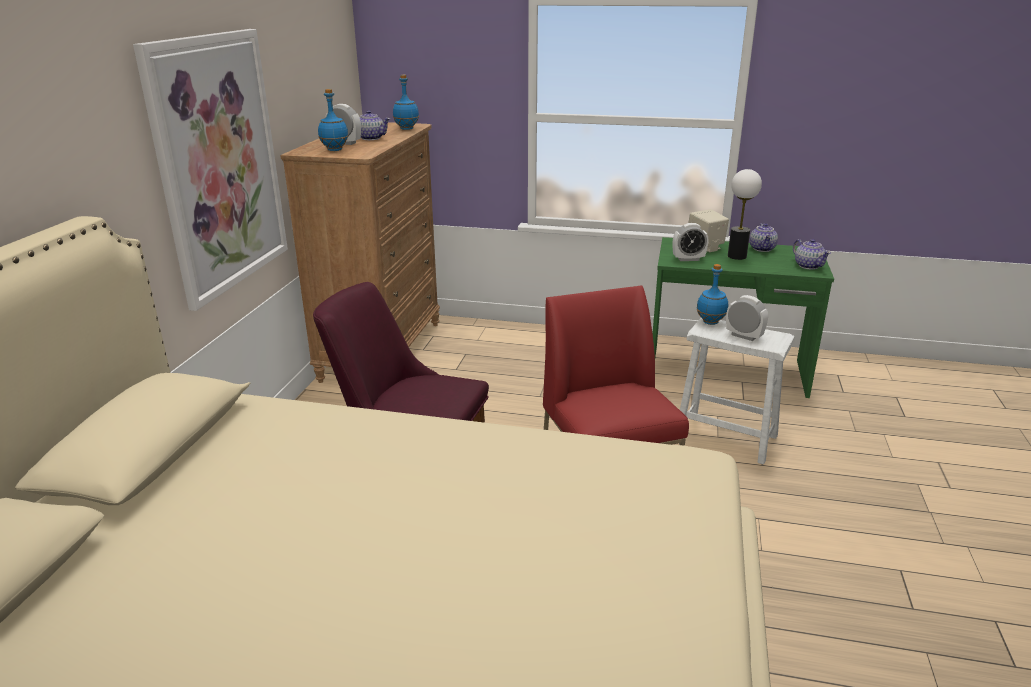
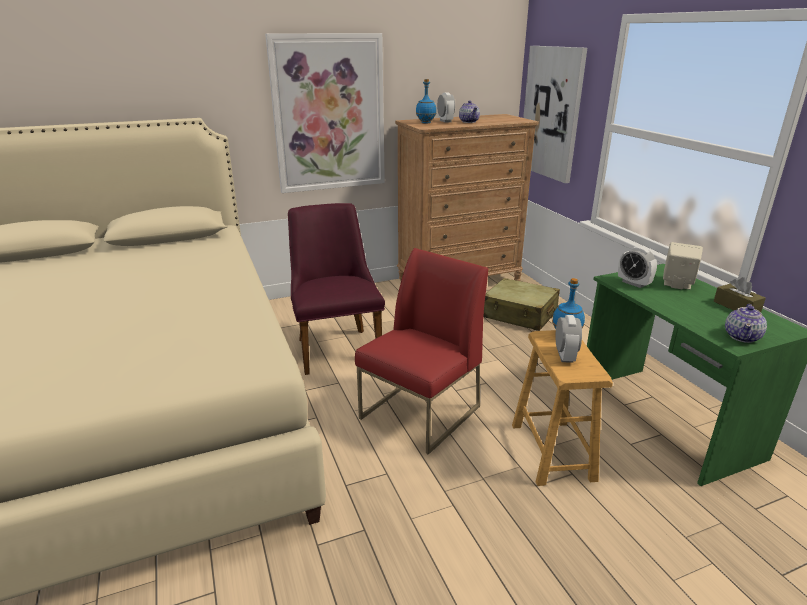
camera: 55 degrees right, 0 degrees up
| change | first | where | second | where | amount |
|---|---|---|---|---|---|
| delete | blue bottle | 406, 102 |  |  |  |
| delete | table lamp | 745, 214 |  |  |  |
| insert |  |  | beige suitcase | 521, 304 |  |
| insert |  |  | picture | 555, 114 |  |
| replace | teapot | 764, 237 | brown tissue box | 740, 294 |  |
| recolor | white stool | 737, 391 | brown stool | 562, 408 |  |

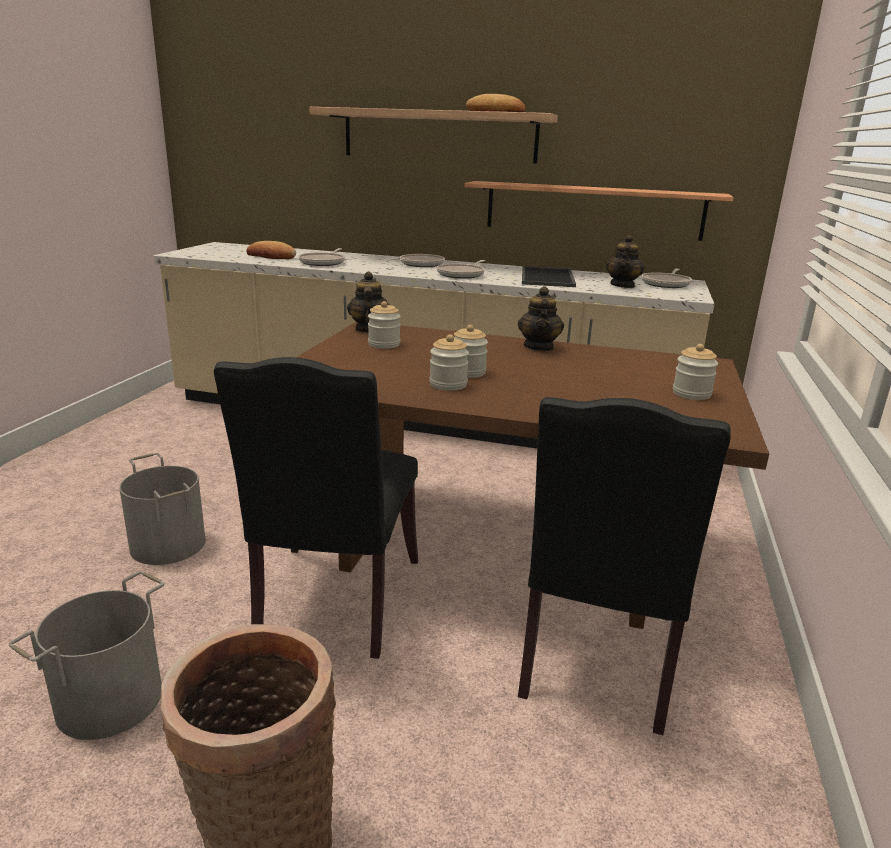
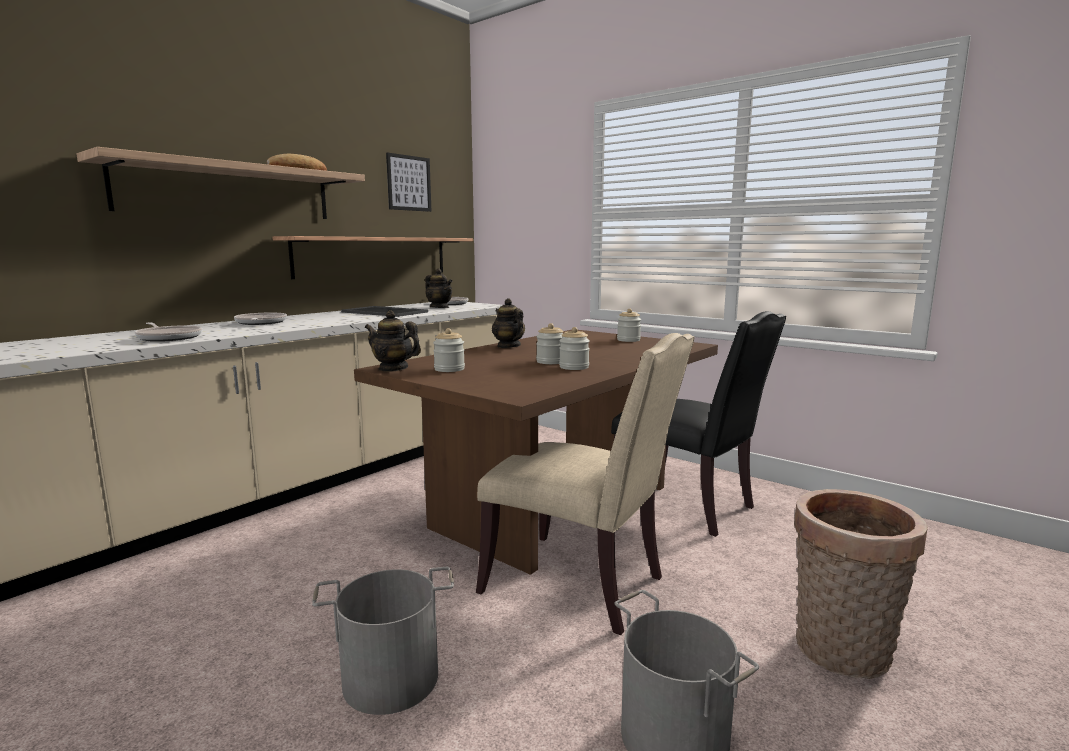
camera: 65 degrees left, 10 degrees down
| change | first | where | second | where | amount |
|---|---|---|---|---|---|
| delete | bread | 271, 250 |  |  |  |
| delete | frying pan | 461, 269 |  |  |  |
| insert |  |  | picture | 409, 182 |  |
| recolor | black chair | 316, 508 | beige chair | 585, 484 |  |
| rotate | teapot | 541, 318 |  | 508, 323 | 150 degrees counterclockwise |

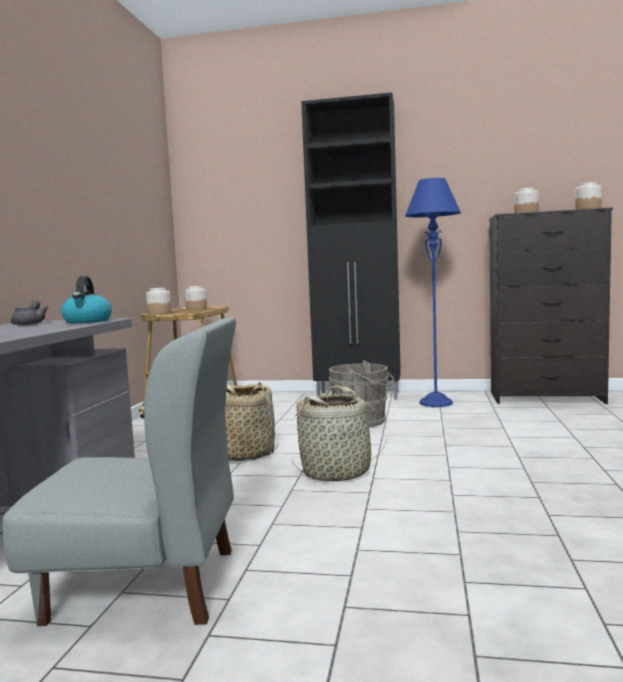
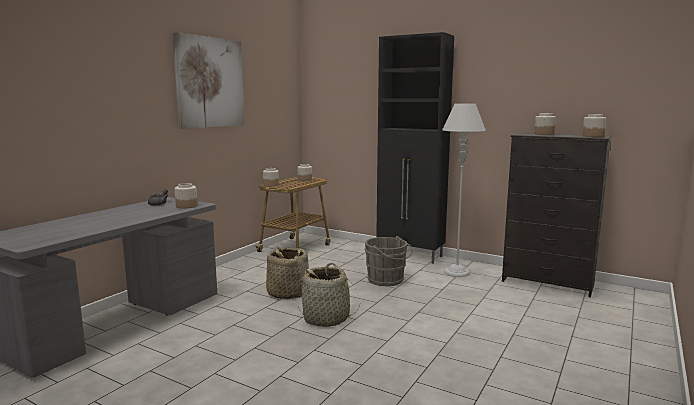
camera: 20 degrees right, 5 degrees up
| change | first | where | second | where | amount |
|---|---|---|---|---|---|
| delete | grey chair | 119, 471 |  |  |  |
| insert |  |  | picture | 208, 80 |  |
| replace | kettle | 86, 299 | jar | 186, 196 |  |
| recolor | blue floor lamp | 433, 292 | grey floor lamp | 464, 190 |  |

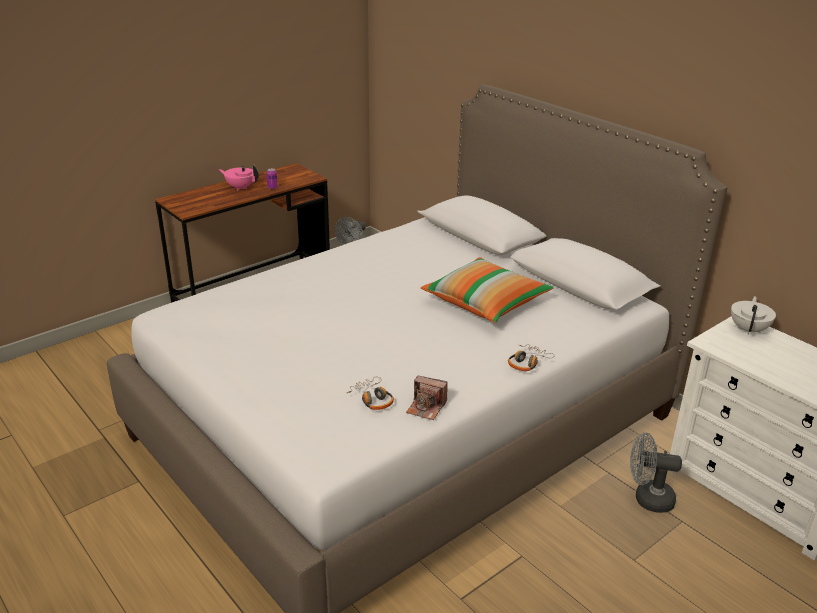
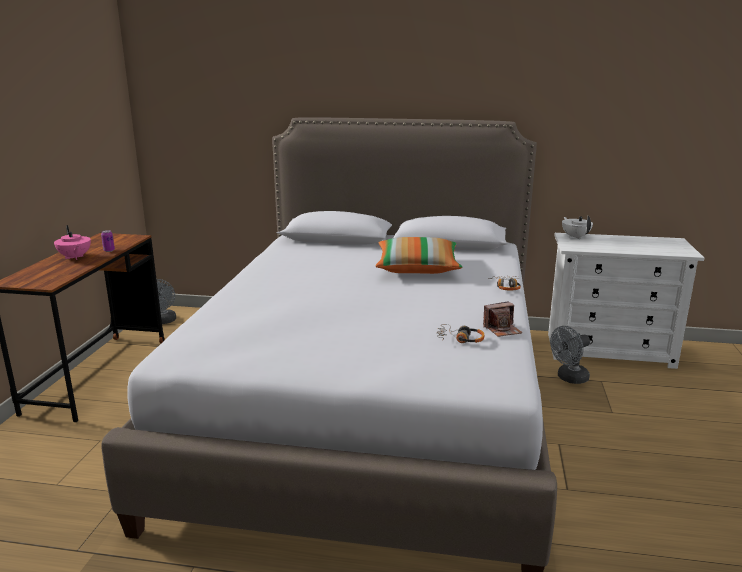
camera: 40 degrees left, 10 degrees down
| change | first | where | second | where | amount |
|---|---|---|---|---|---|
| rotate | pink teapot | 239, 178 |  | 72, 242 | 105 degrees counterclockwise |

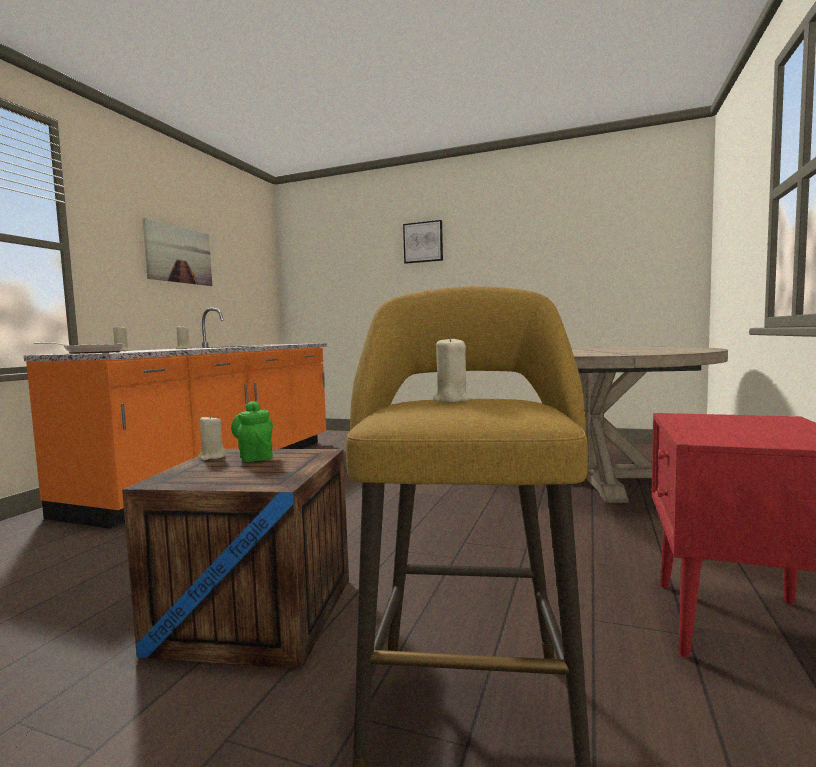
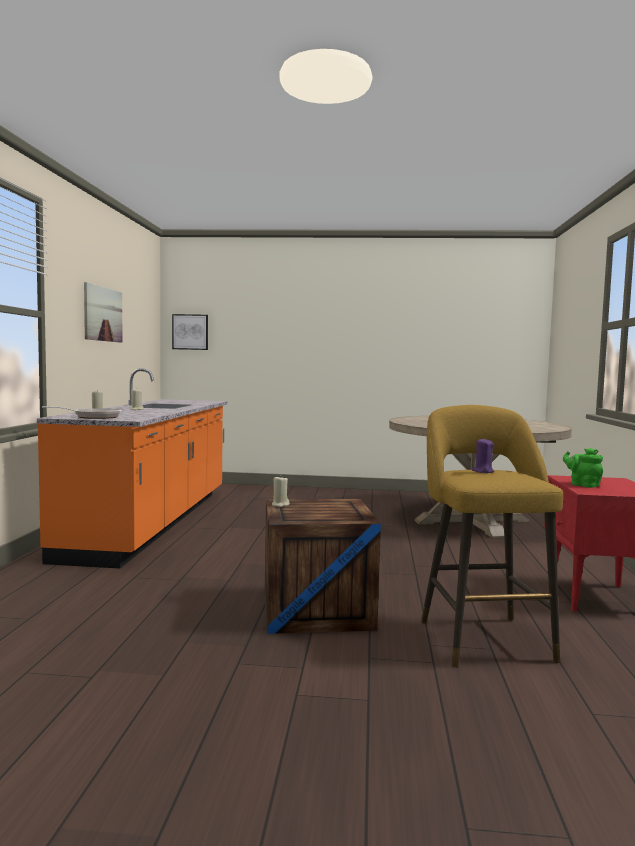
camera: 15 degrees left, 0 degrees up
| change | first | where | second | where | amount |
|---|---|---|---|---|---|
| move | green teapot | 252, 431 |  | 583, 468 |  |
| move | picture | 423, 242 |  | 190, 332 |  |
| recolor | beige candle | 451, 369 | purple candle | 483, 456 |  |

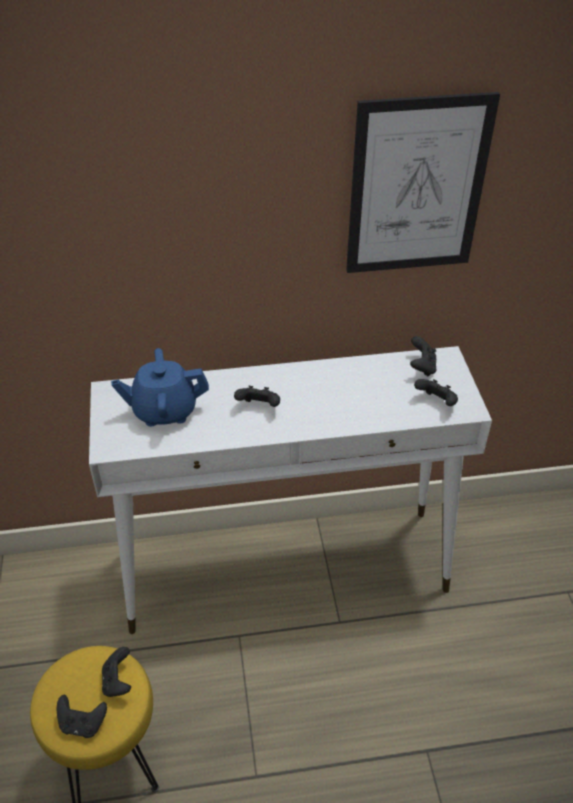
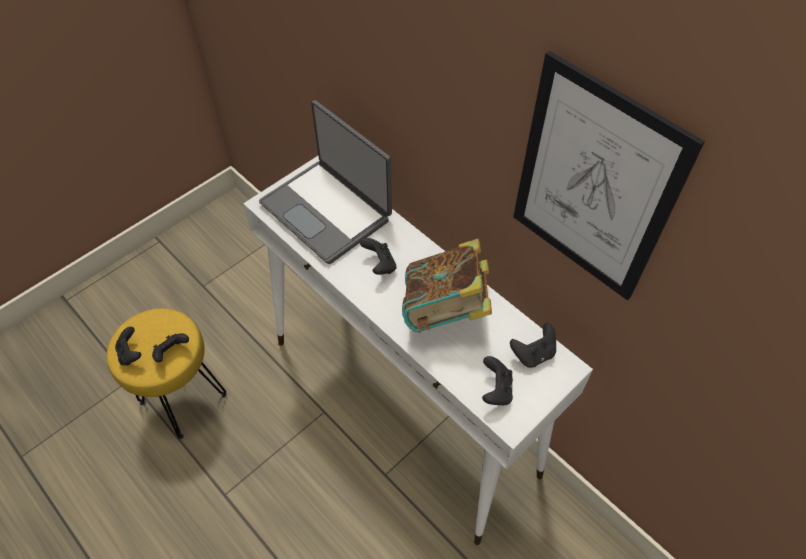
camera: 55 degrees right, 10 degrees up
| change | first | where | second | where | amount |
|---|---|---|---|---|---|
| insert |  |  | book | 447, 286 |  |
| replace | blue teapot | 160, 387 | laptop | 325, 182 |  |

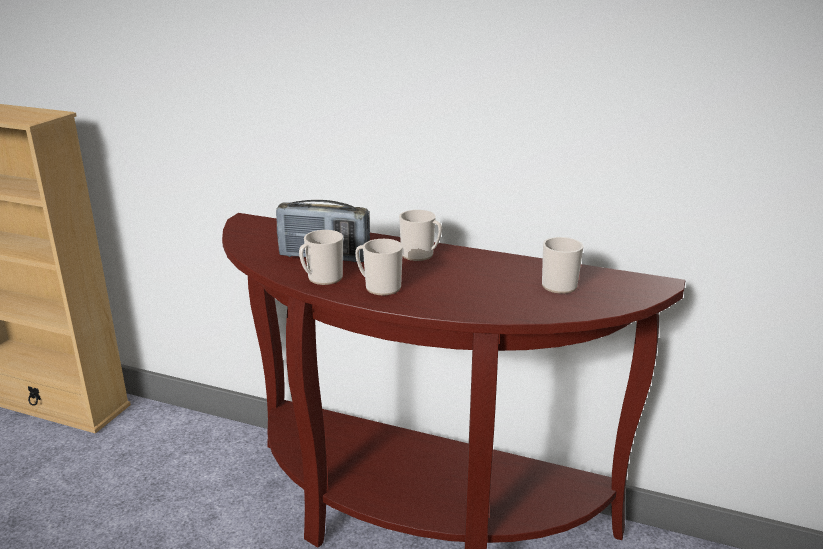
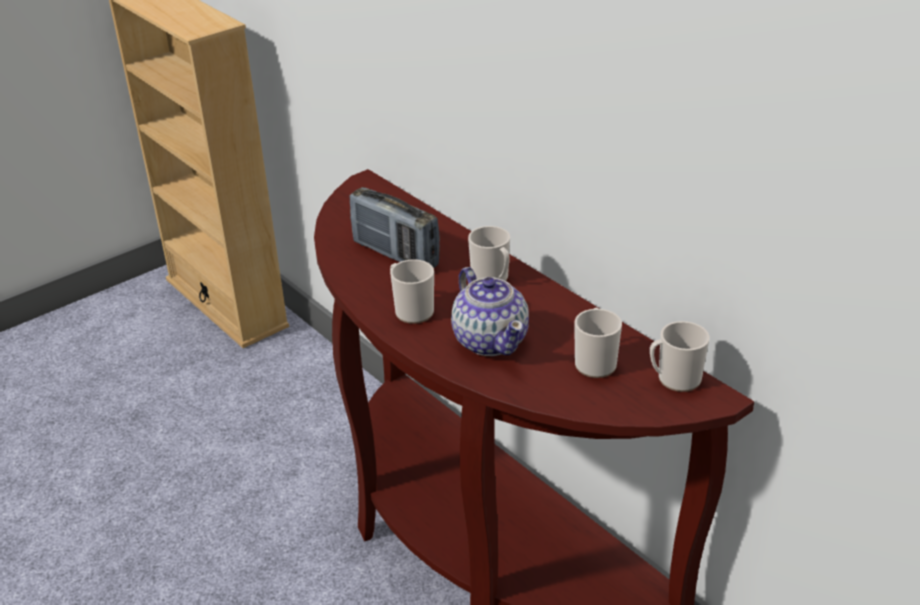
camera: 30 degrees right, 10 degrees up
| change | first | where | second | where | amount |
|---|---|---|---|---|---|
| insert |  |  | teapot | 490, 311 |  |
| move | mug | 321, 257 |  | 680, 356 |  |

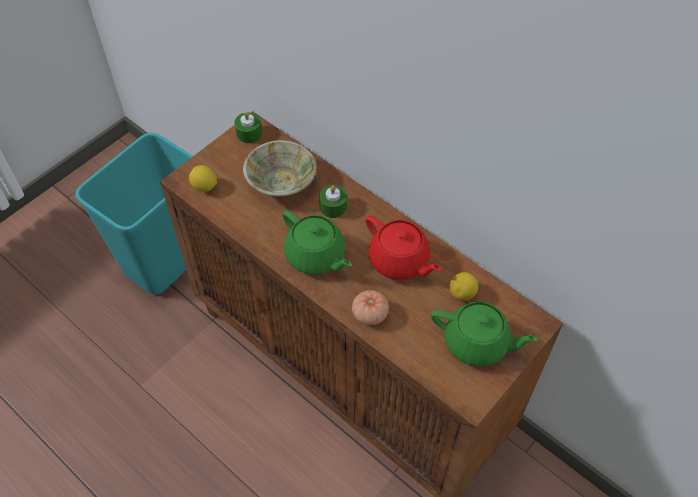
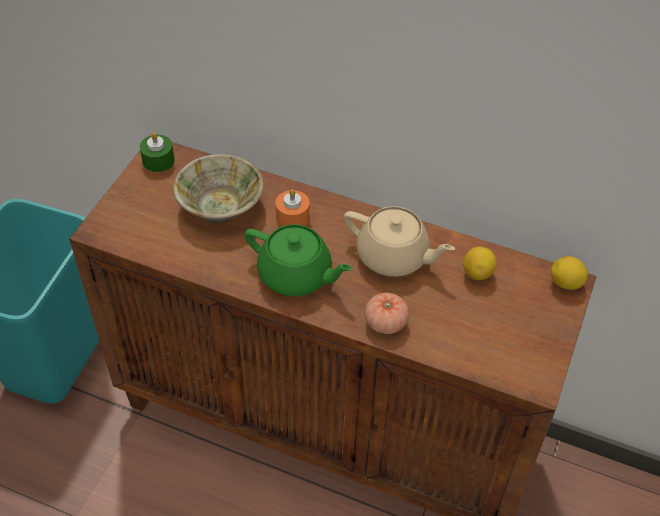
camera: 20 degrees left, 5 degrees down
| change | first | where | second | where | amount |
|---|---|---|---|---|---|
| delete | green teapot | 484, 334 |  |  |  |
| move | lemon | 203, 178 |  | 569, 273 |  |
| recolor | green candle | 333, 201 | orange candle | 292, 208 |  |
| recolor | red teapot | 404, 247 | beige teapot | 399, 241 |  |

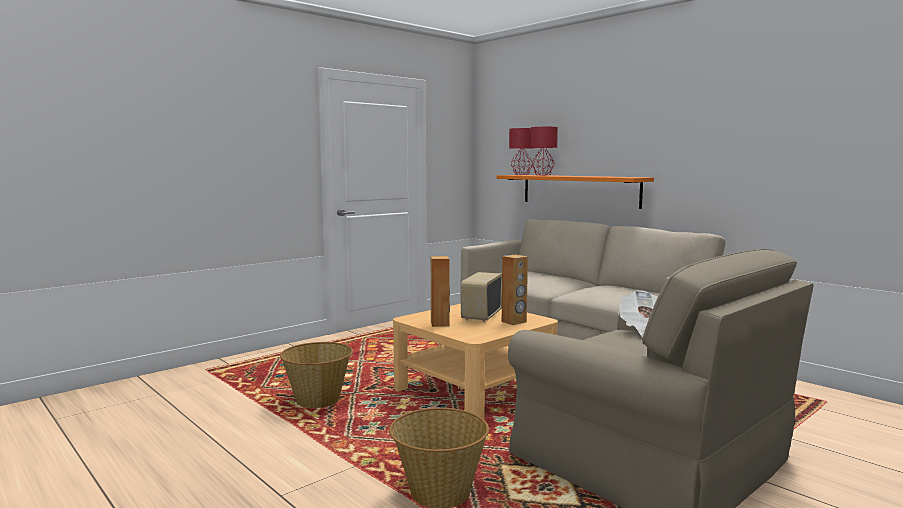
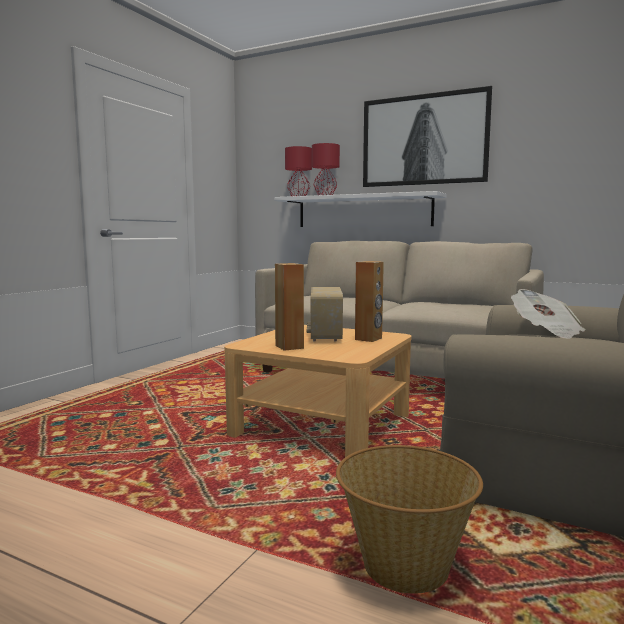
camera: 20 degrees left, 0 degrees up
| change | first | where | second | where | amount |
|---|---|---|---|---|---|
| delete | basket | 316, 375 |  |  |  |
| insert |  |  | picture | 427, 136 |  |
| recolor | orange shelf | 575, 192 | white shelf | 360, 209 |  |

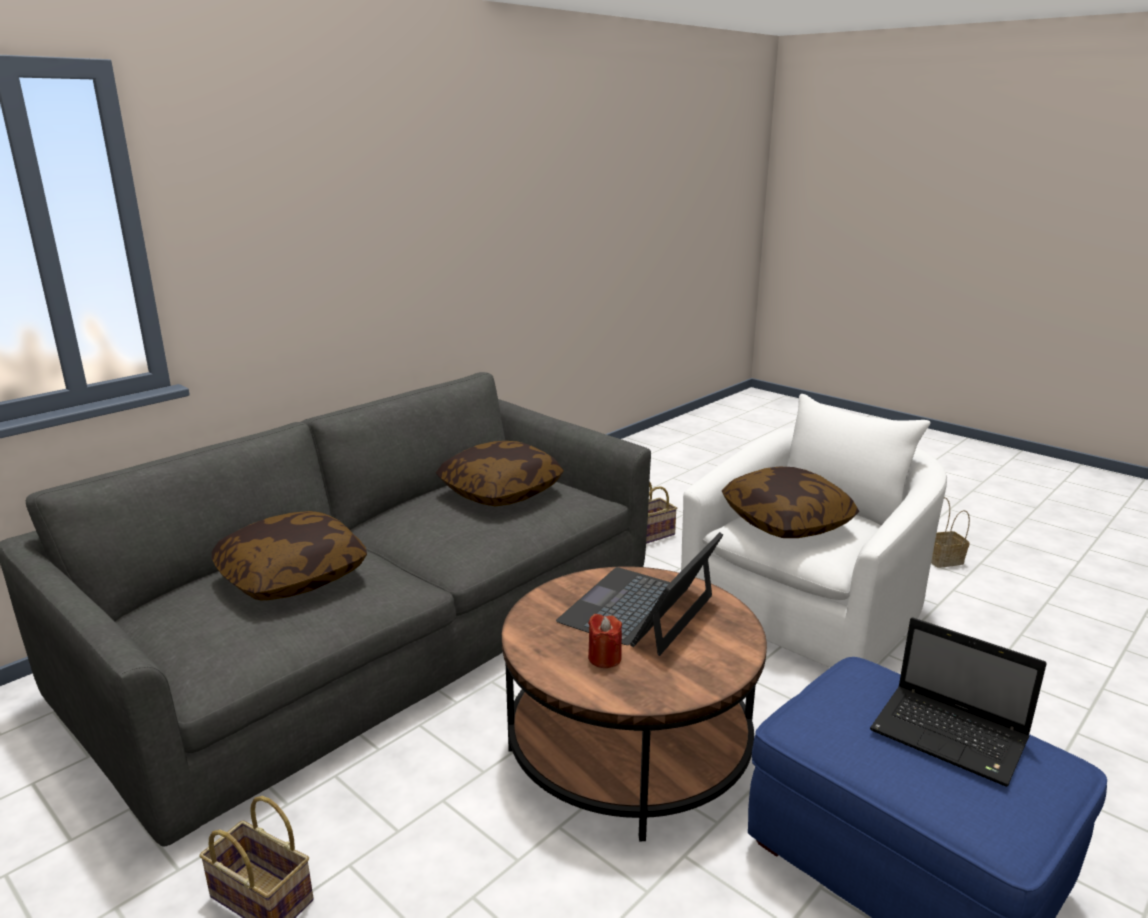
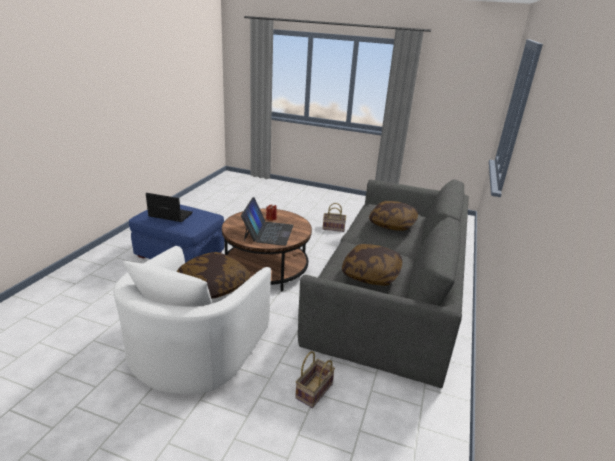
camera: 155 degrees right, 5 degrees up
| change | first | where | second | where | amount |
|---|---|---|---|---|---|
| delete | basket | 950, 532 |  |  |  |

